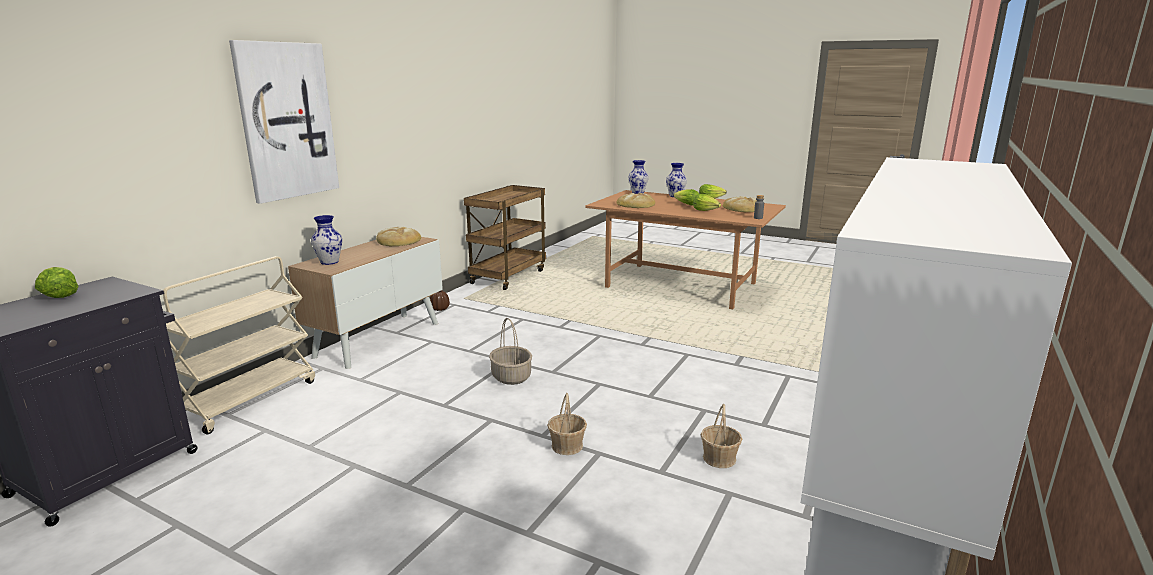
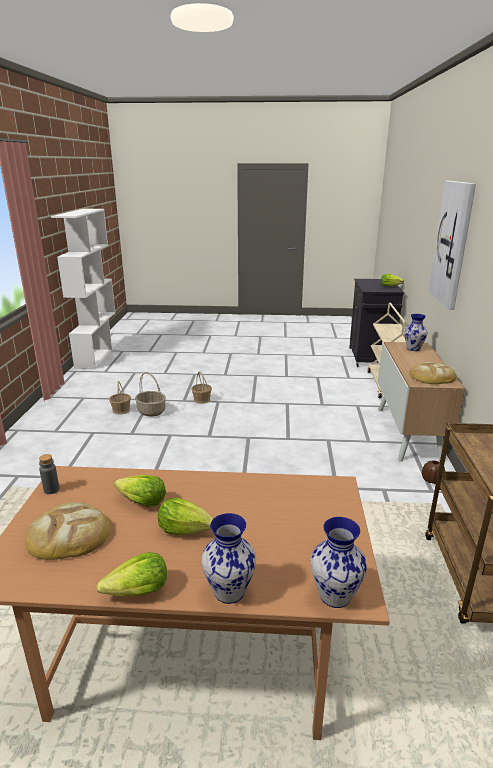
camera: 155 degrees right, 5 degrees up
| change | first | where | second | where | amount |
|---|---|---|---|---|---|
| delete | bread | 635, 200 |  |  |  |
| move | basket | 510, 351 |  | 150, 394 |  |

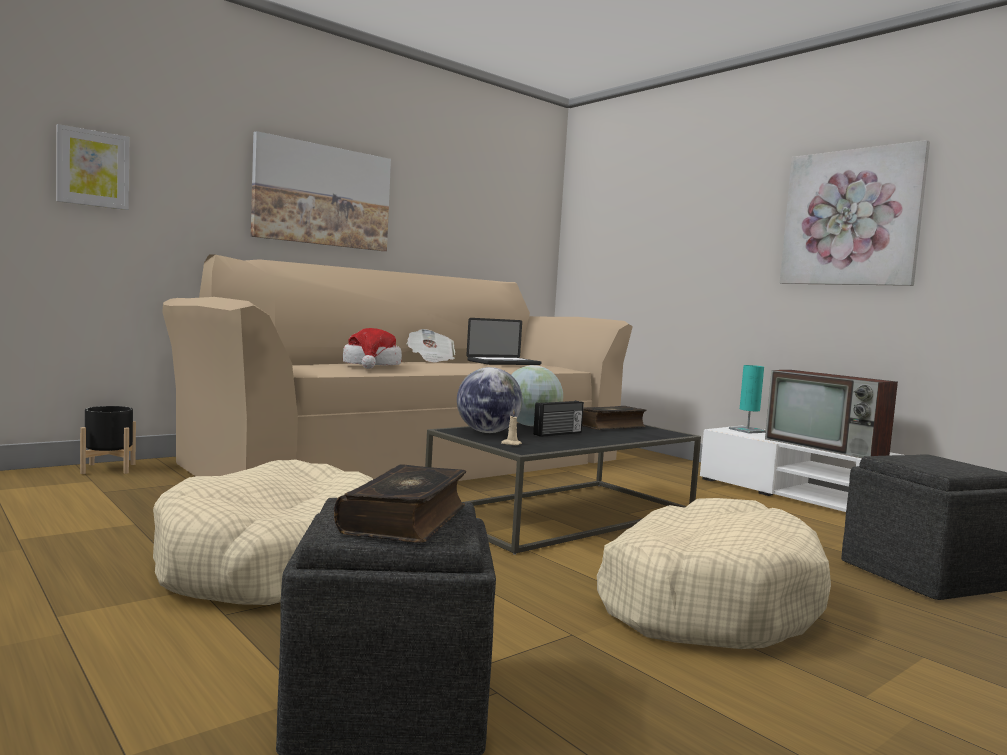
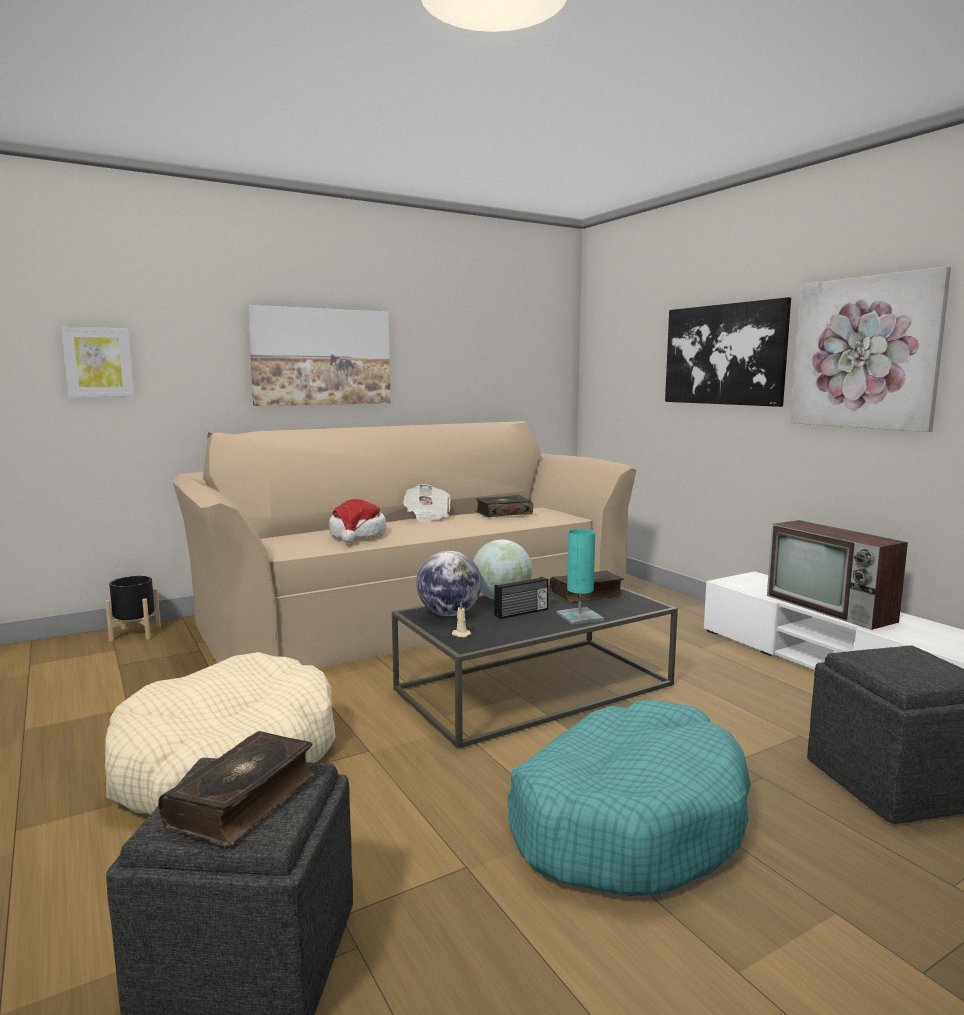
camera: 10 degrees right, 5 degrees up
| change | first | where | second | where | amount |
|---|---|---|---|---|---|
| insert |  |  | picture | 728, 352 |  |
| move | turquoise table lamp | 747, 399 |  | 580, 577 |  |
| replace | laptop | 504, 341 | book | 504, 506 |  |
| recolor | beige dog bed | 714, 573 | turquoise dog bed | 629, 798 |  |

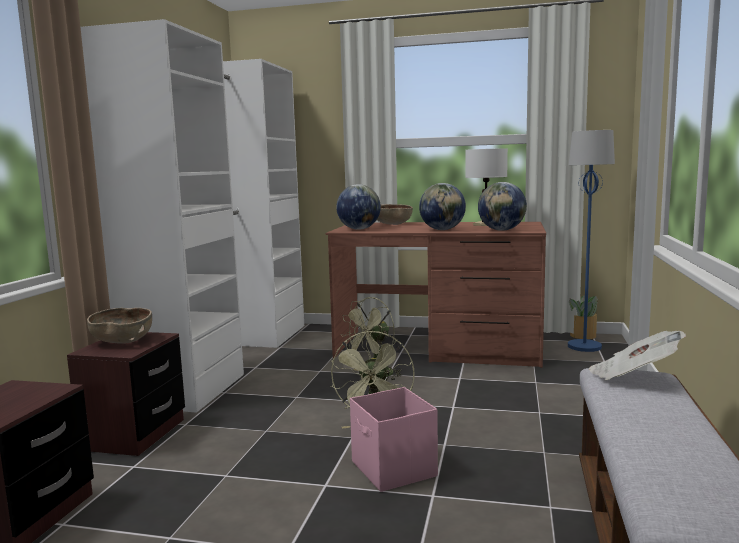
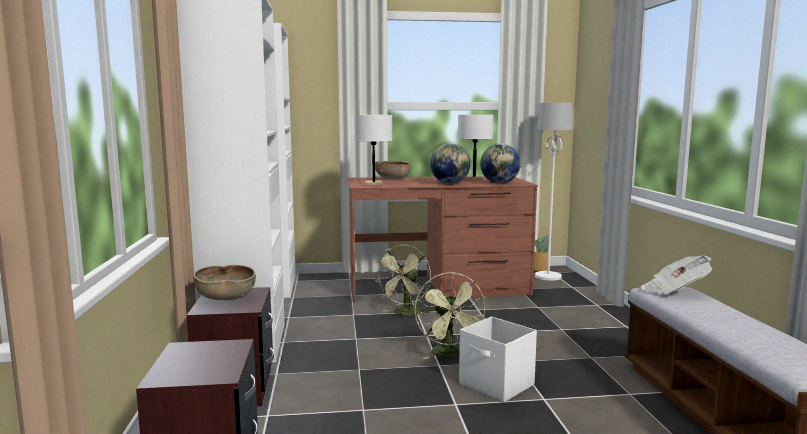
camera: 20 degrees left, 0 degrees up
| change | first | where | second | where | amount |
|---|---|---|---|---|---|
| replace | globe | 358, 207 | white table lamp | 373, 150 |  |
| recolor | pink storage box | 394, 439 | white storage box | 498, 359 |  |
| recolor | blue floor lamp | 591, 241 | white floor lamp | 554, 191 |  |

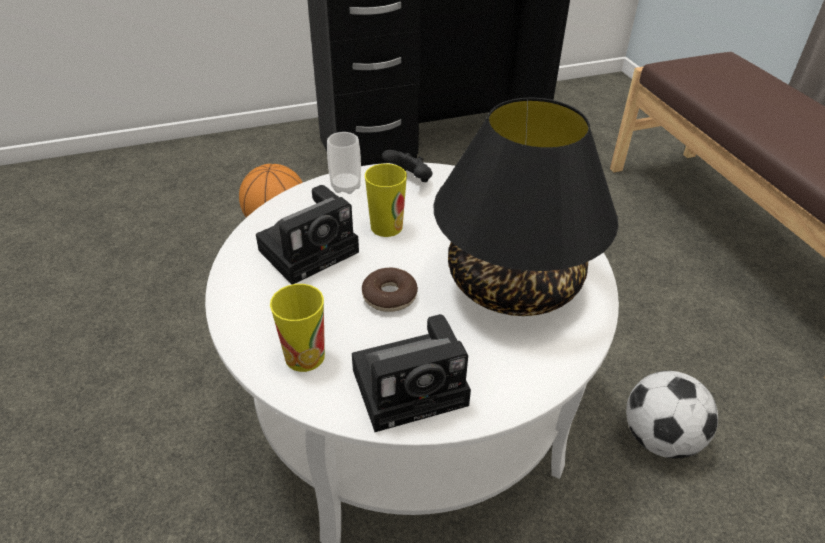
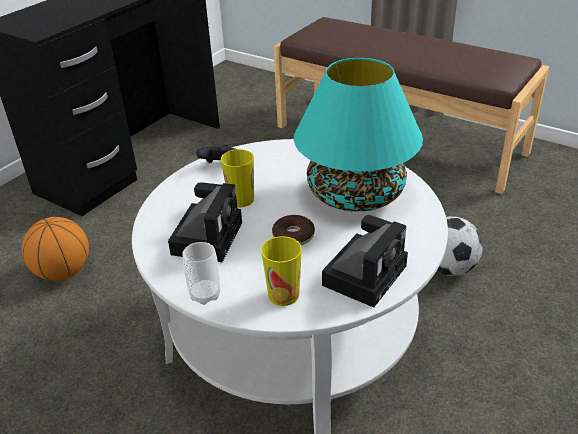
camera: 35 degrees left, 5 degrees down
| change | first | where | second | where | amount |
|---|---|---|---|---|---|
| move | cup | 344, 163 |  | 201, 273 |  |
| recolor | black table lamp | 526, 207 | turquoise table lamp | 358, 135 |  |

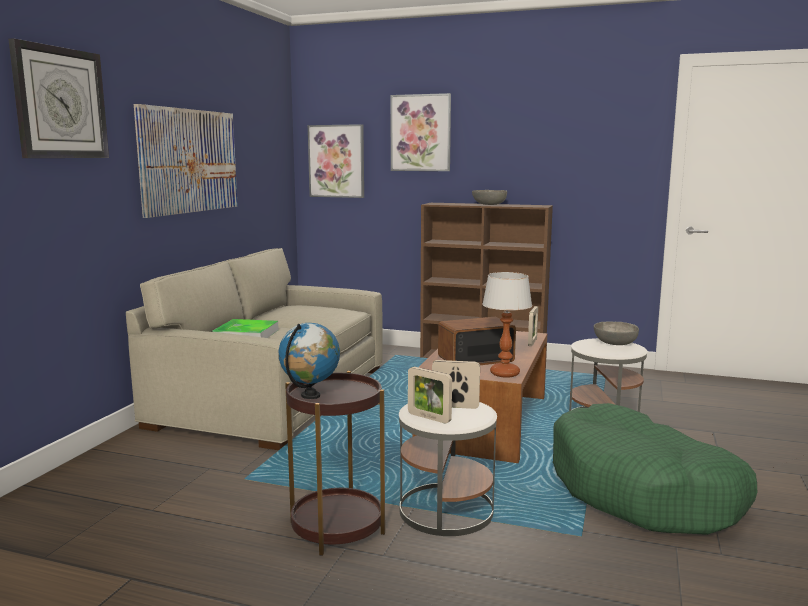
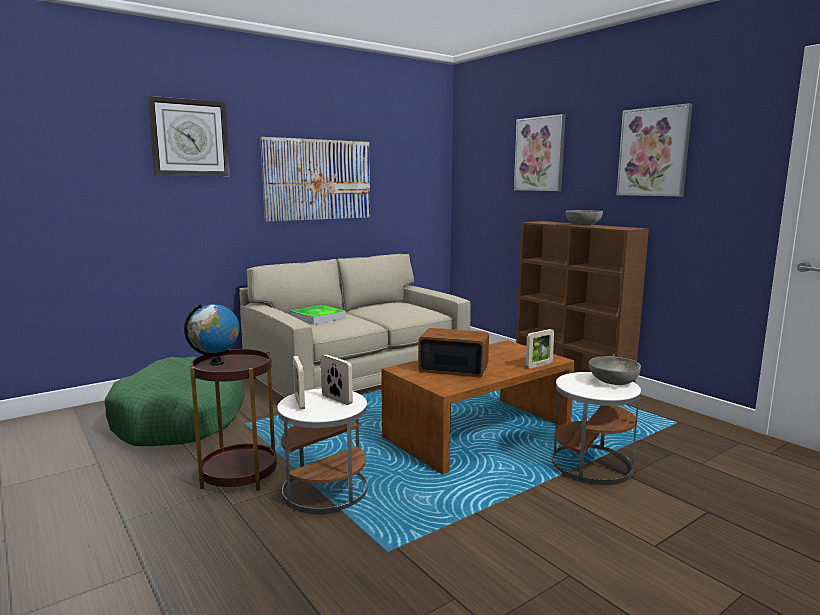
camera: 35 degrees right, 0 degrees up
| change | first | where | second | where | amount |
|---|---|---|---|---|---|
| delete | table lamp | 507, 325 |  |  |  |
| move | picture | 336, 161 |  | 654, 150 |  |
| move | green dog bed | 655, 469 |  | 174, 401 |  |

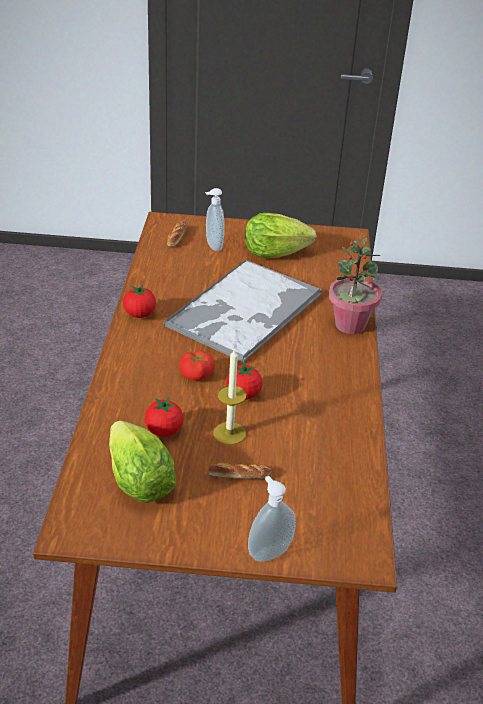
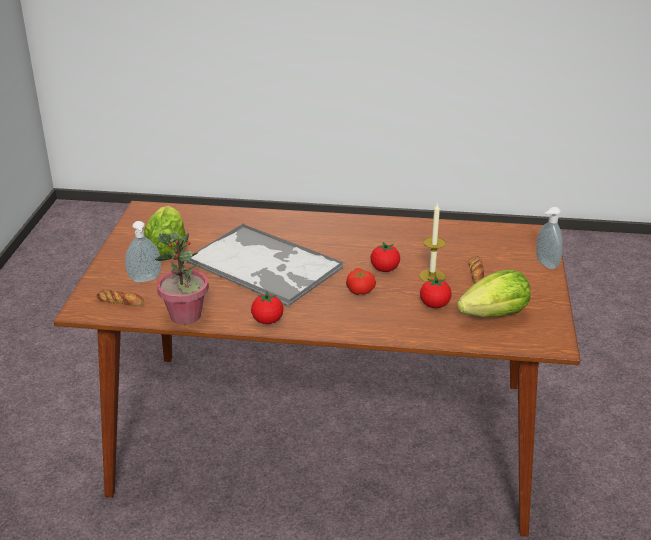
camera: 85 degrees left, 5 degrees down
| change | first | where | second | where | amount |
|---|---|---|---|---|---|
| move | potted plant | 355, 284 |  | 182, 278 |  |

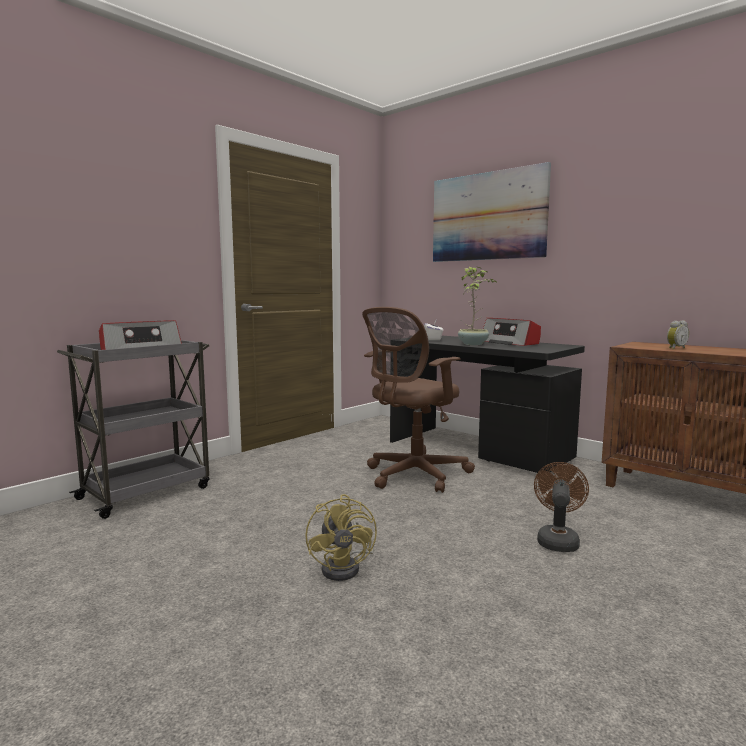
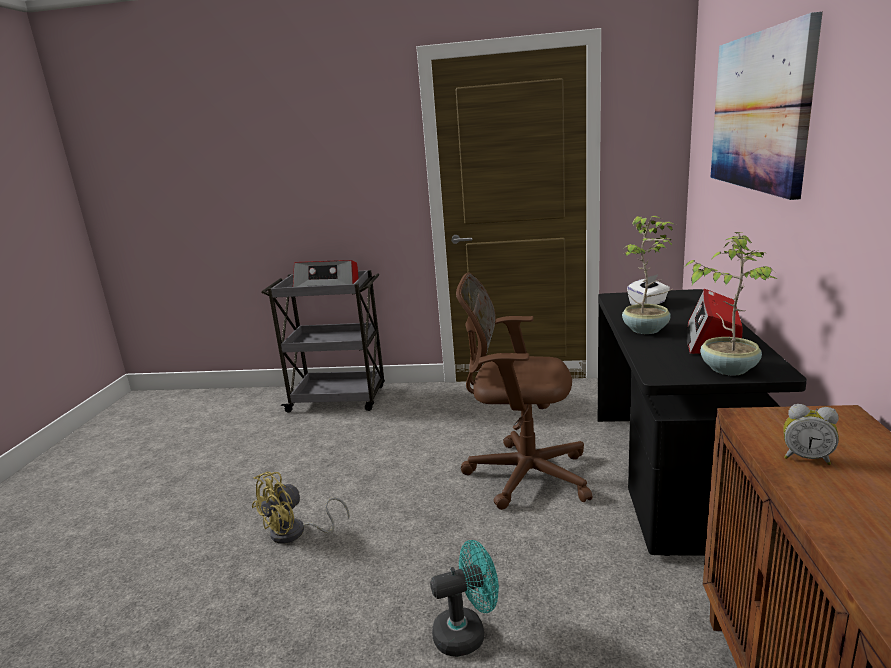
camera: 55 degrees right, 10 degrees up
| change | first | where | second | where | amount |
|---|---|---|---|---|---|
| insert |  |  | potted plant | 731, 304 |  |
| recolor | brown fan | 561, 507 | turquoise fan | 464, 598 |  |

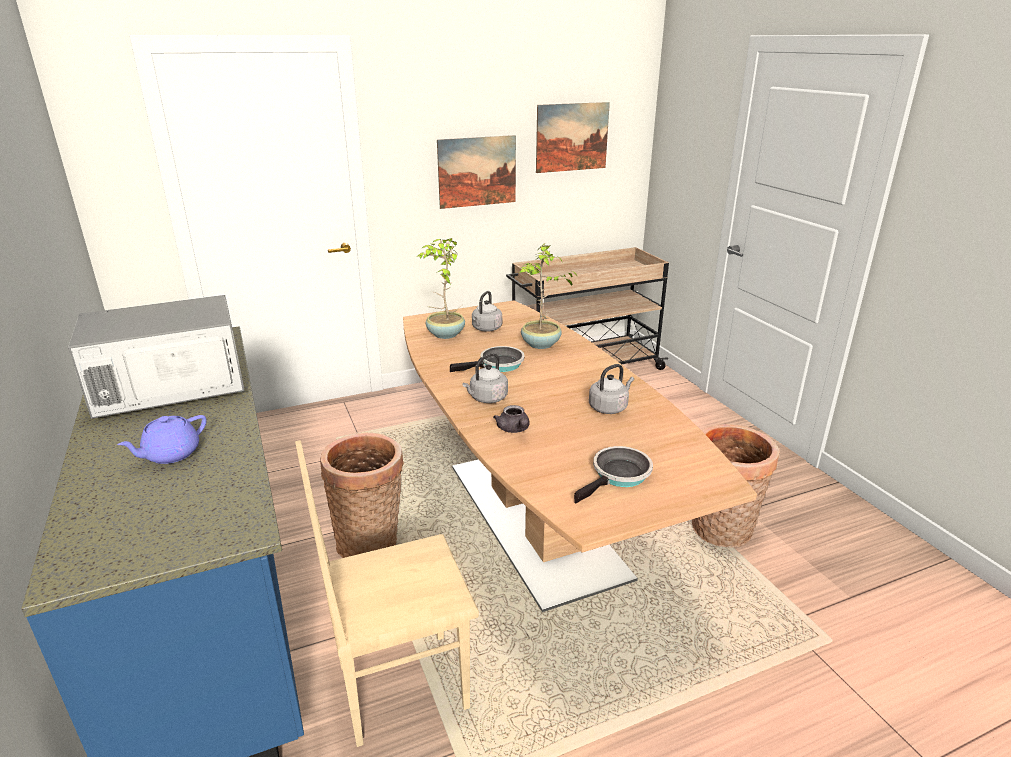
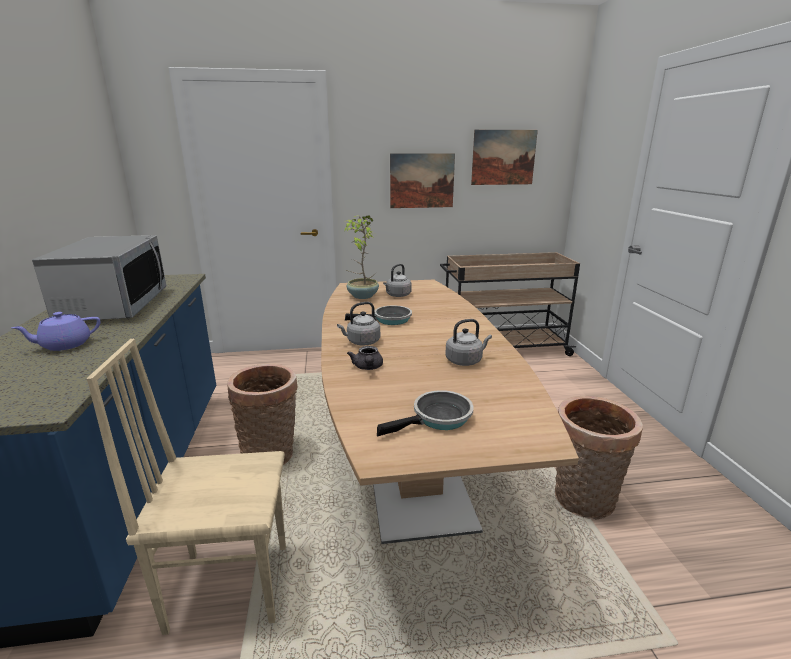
camera: 15 degrees right, 5 degrees down
| change | first | where | second | where | amount |
|---|---|---|---|---|---|
| delete | potted plant | 549, 296 |  |  |  |
| rotate | microwave | 156, 356 |  | 99, 277 | 90 degrees clockwise |

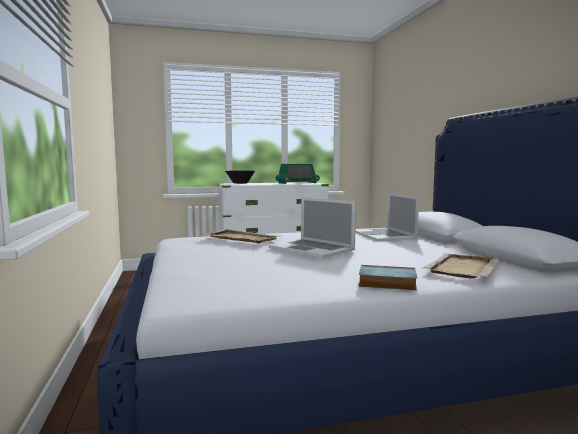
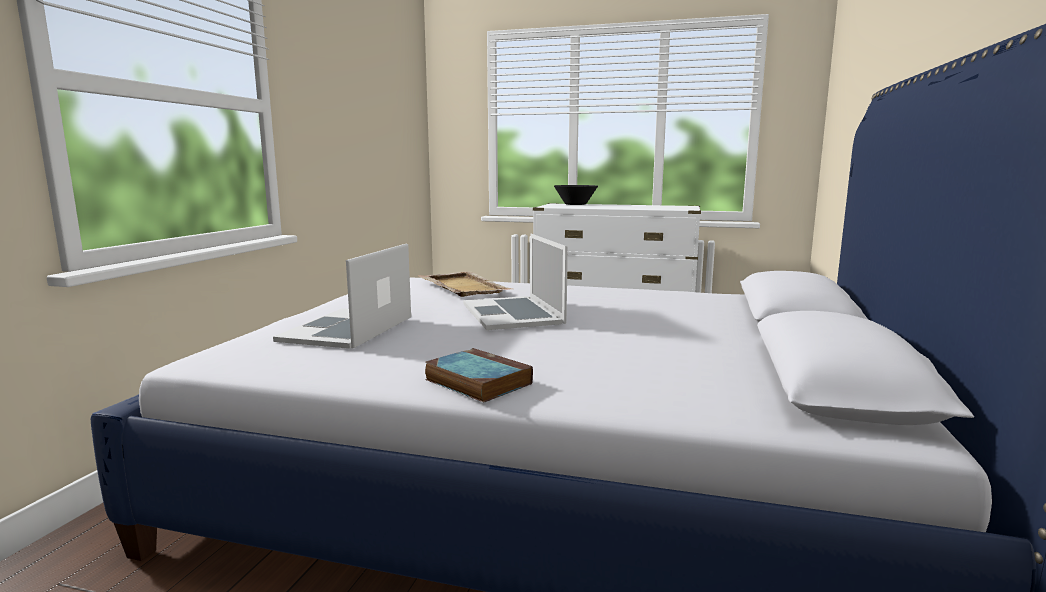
camera: 30 degrees right, 5 degrees up
| change | first | where | second | where | amount |
|---|---|---|---|---|---|
| delete | radio | 298, 174 |  |  |  |
| delete | beige tray | 461, 266 |  |  |  |
| move | laptop | 387, 217 |  | 342, 296 |  |

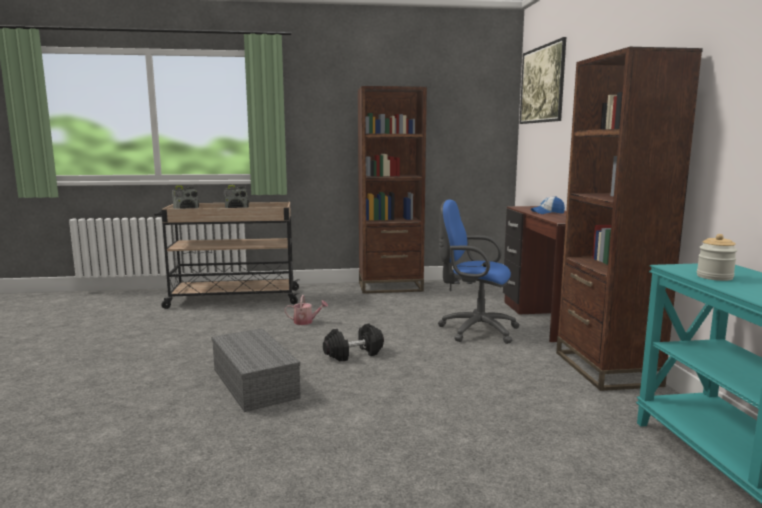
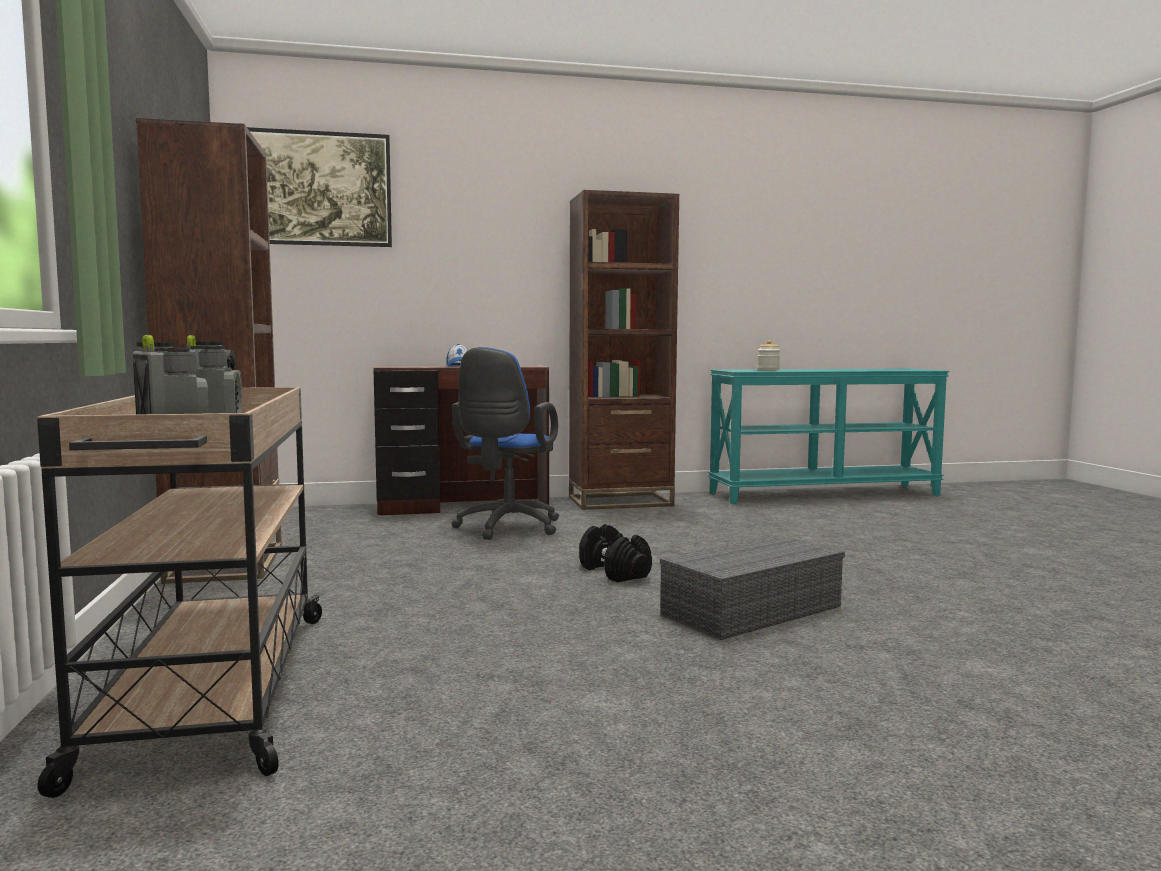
camera: 95 degrees left, 5 degrees down
| change | first | where | second | where | amount |
|---|---|---|---|---|---|
| delete | watering can | 306, 310 |  |  |  |

